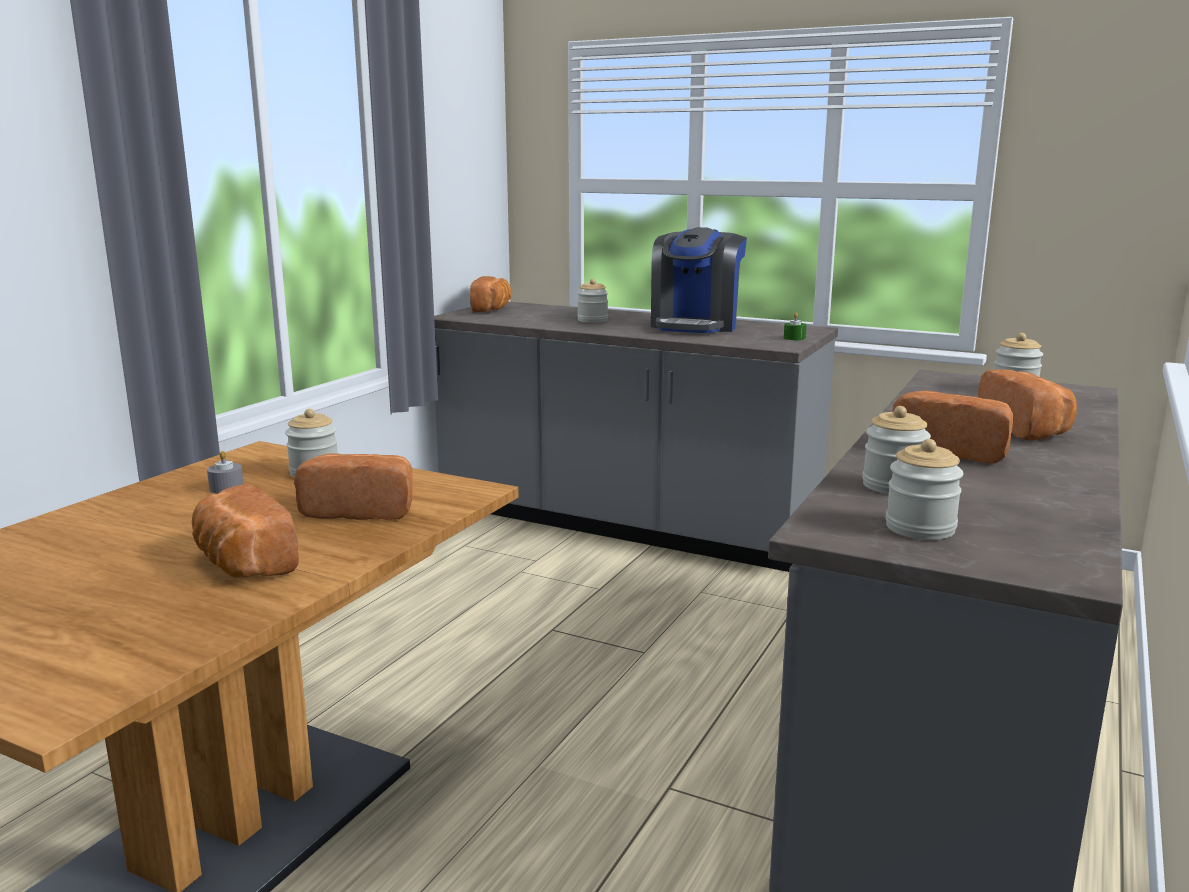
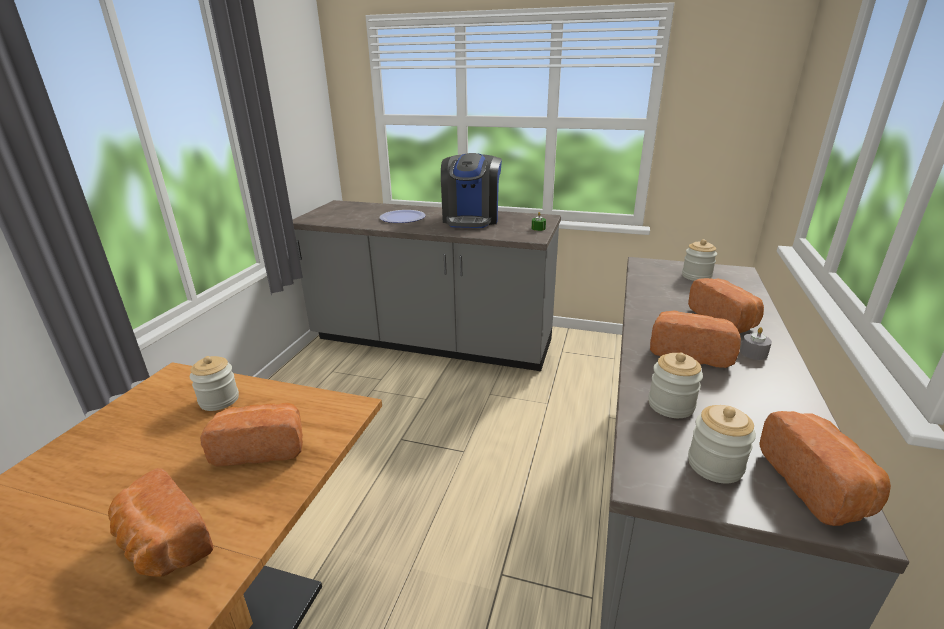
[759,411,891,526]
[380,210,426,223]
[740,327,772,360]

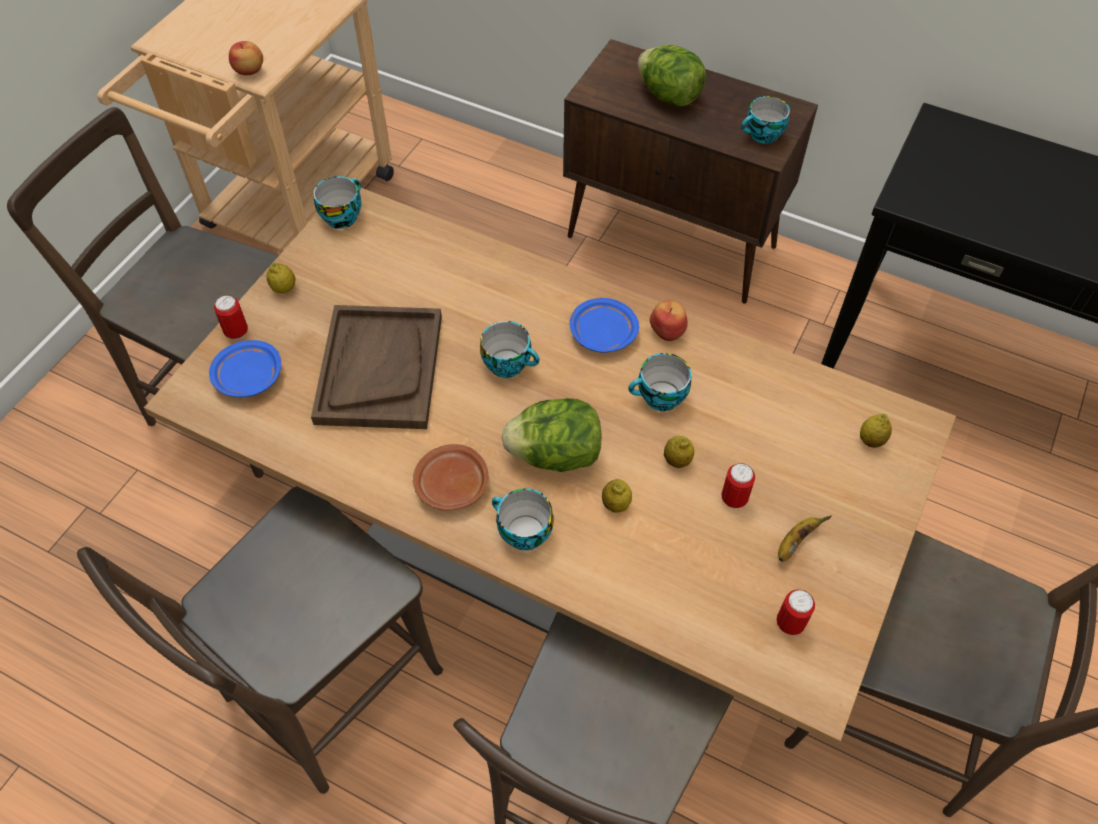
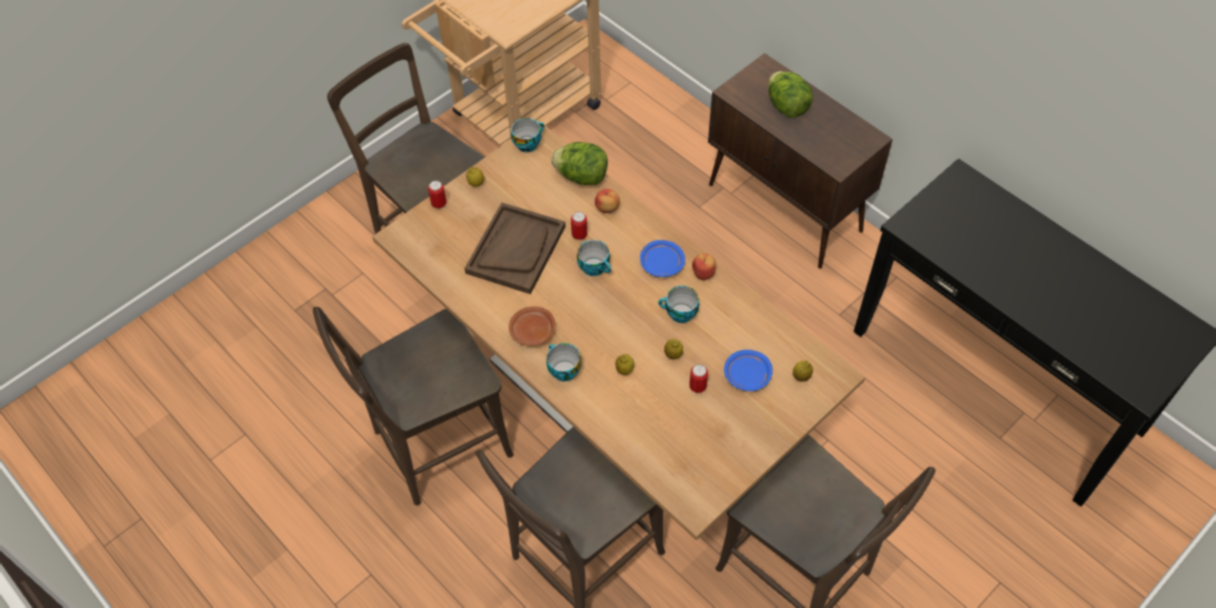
[595,189,620,213]
[741,96,790,144] (first image)
[724,350,773,391]
[551,142,608,185]
[778,516,831,561] (first image)
[571,212,587,240]

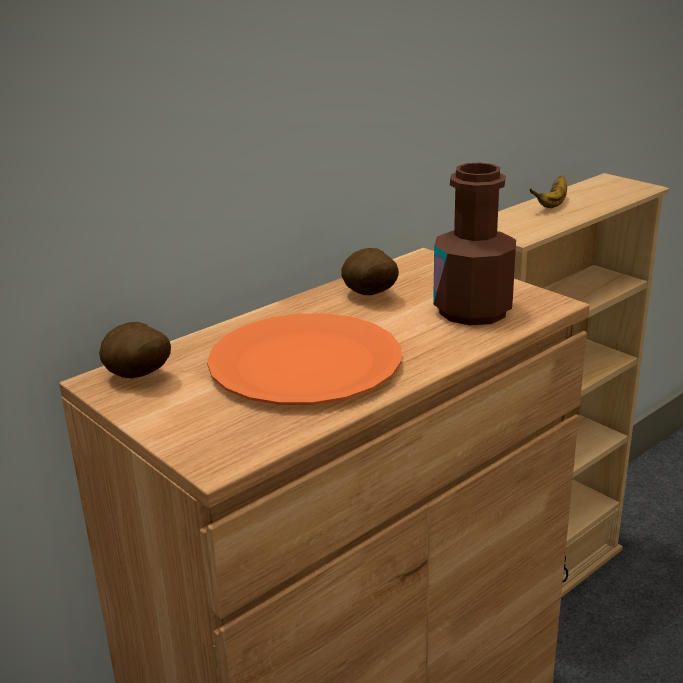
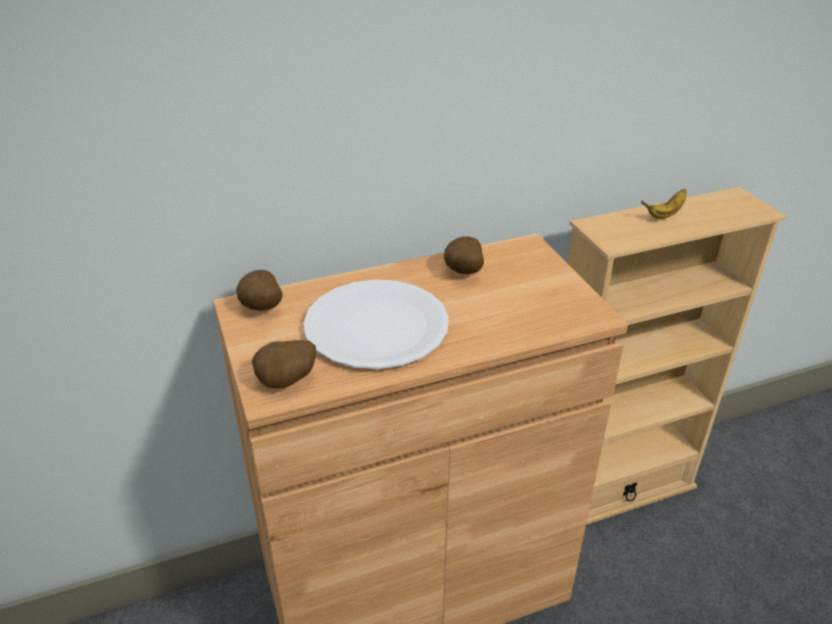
[433,162,516,326] (first image)
[303,280,449,369]
[252,340,316,388]

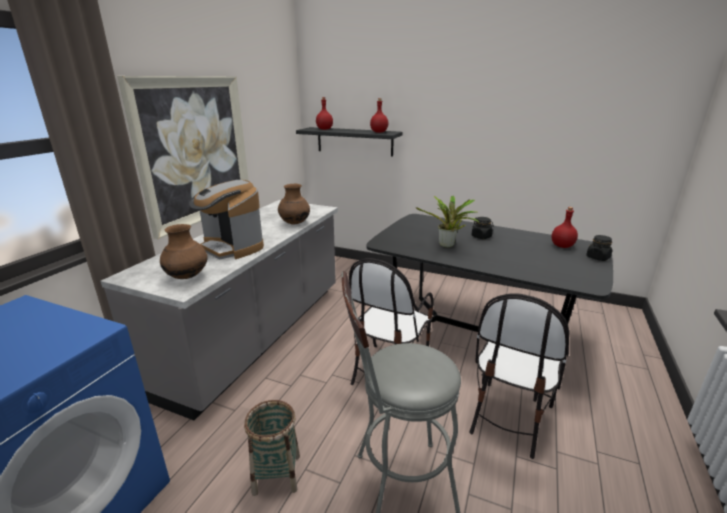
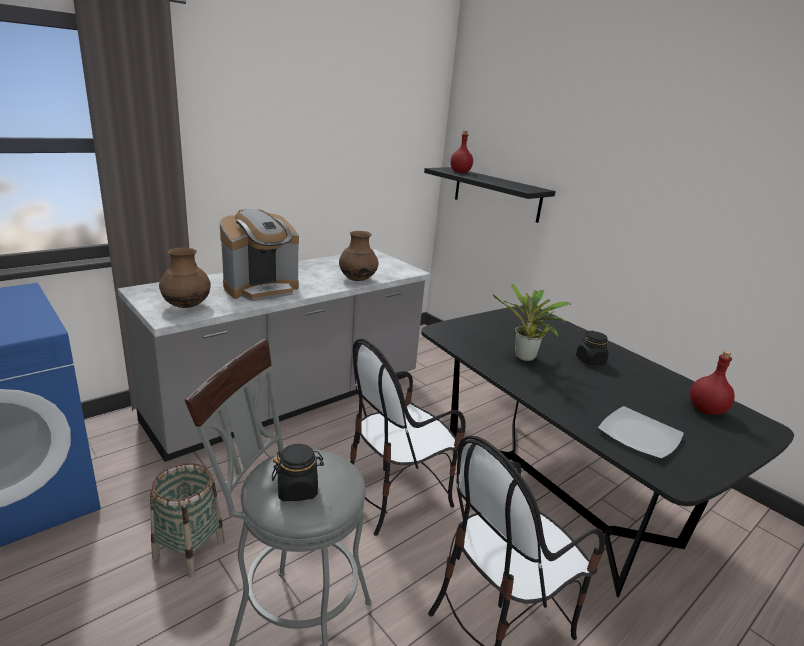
[117,76,249,239] (first image)
[370,98,389,133] (first image)
[220,209,299,301]
[272,444,324,501]
[598,406,684,459]

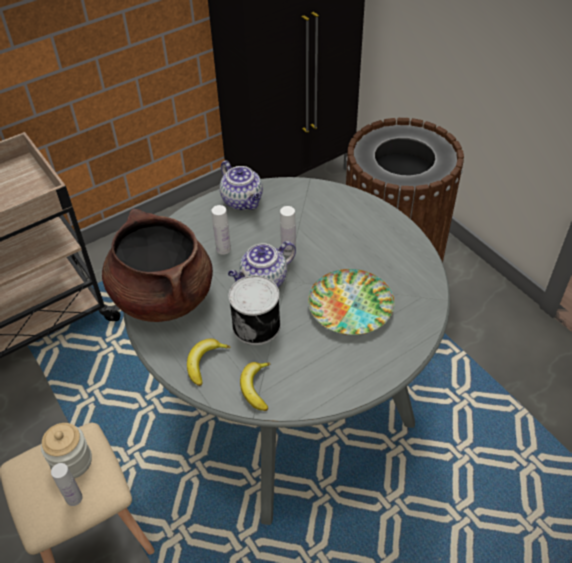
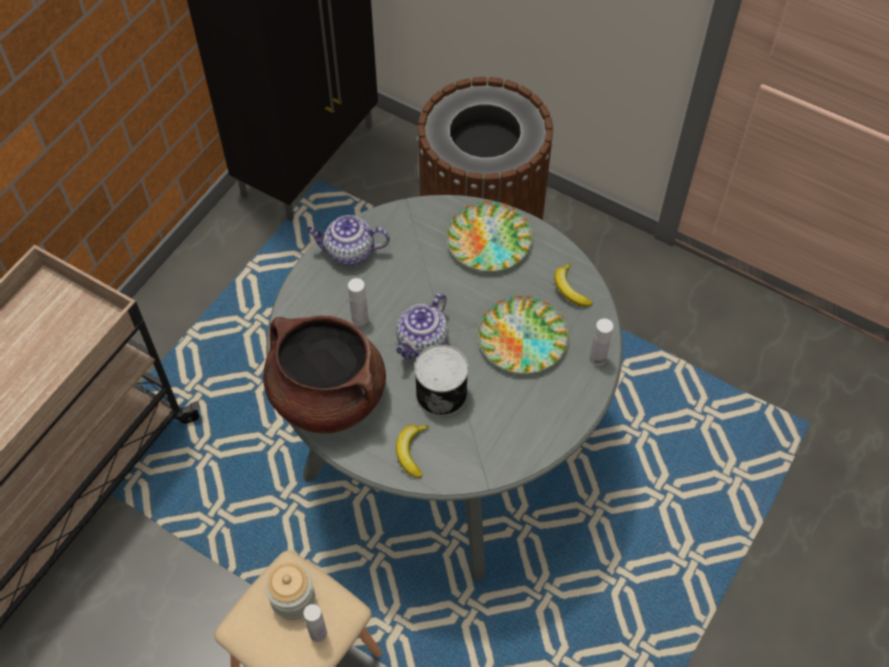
[306,215,390,266]
[589,319,613,366]
[554,263,592,307]
[446,201,533,271]

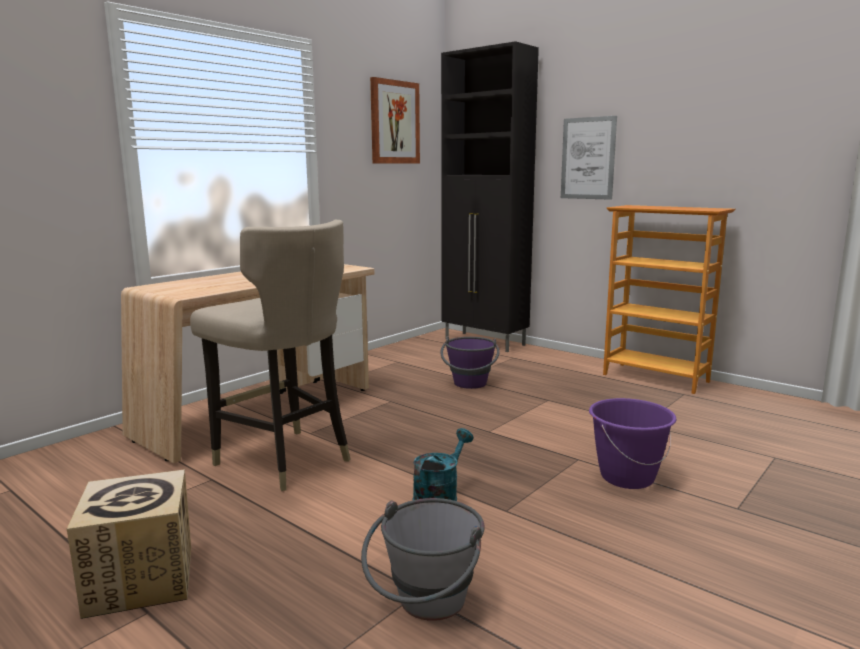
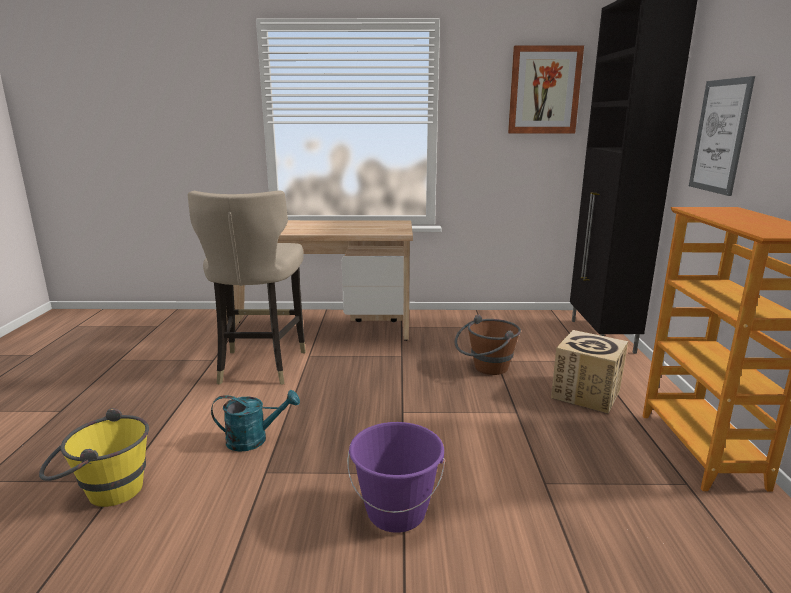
[455,315,521,375]
[551,330,628,414]
[39,408,149,507]

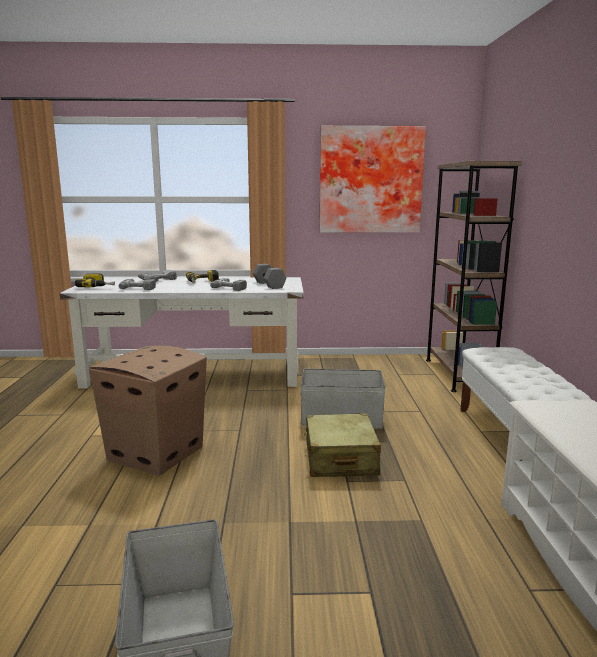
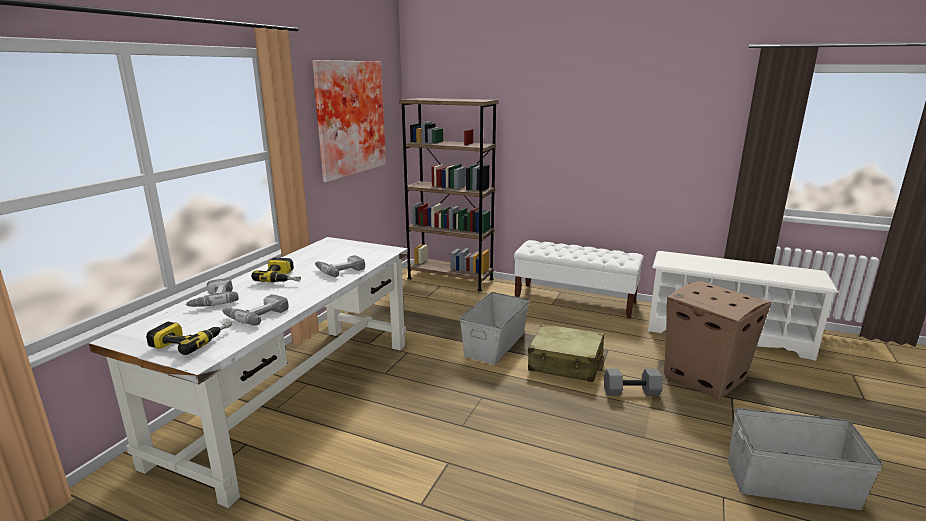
[604,369,663,396]
[664,281,771,400]

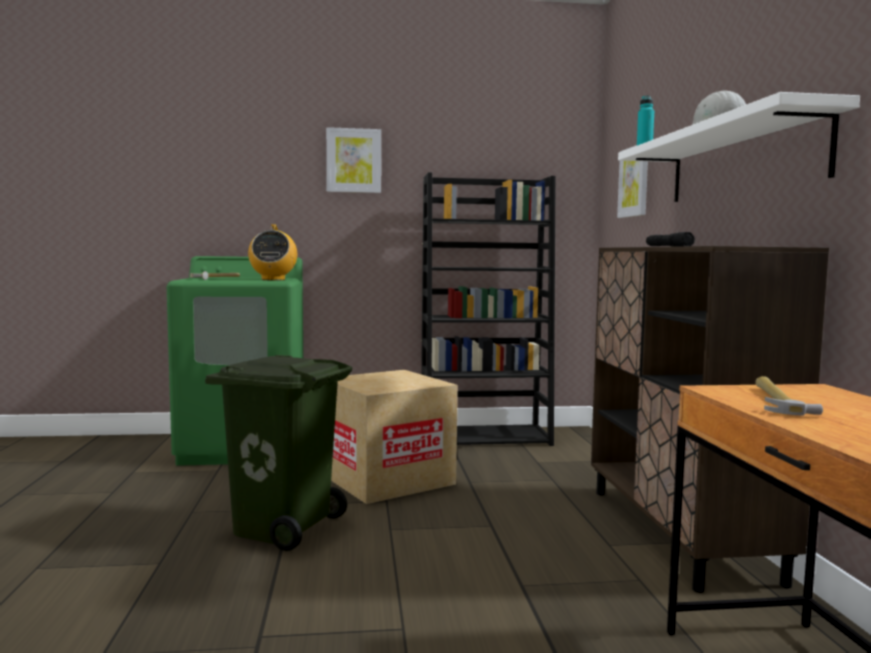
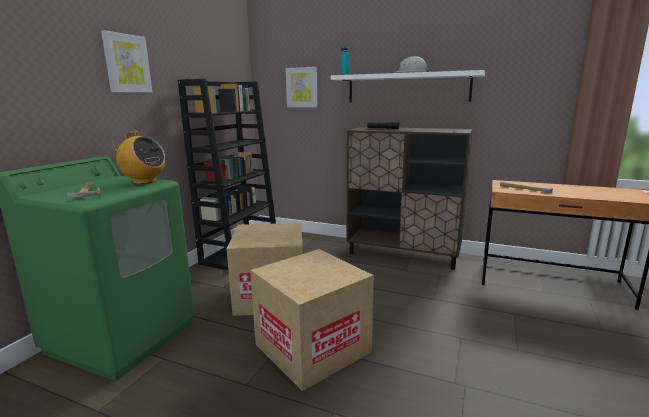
[250,249,374,391]

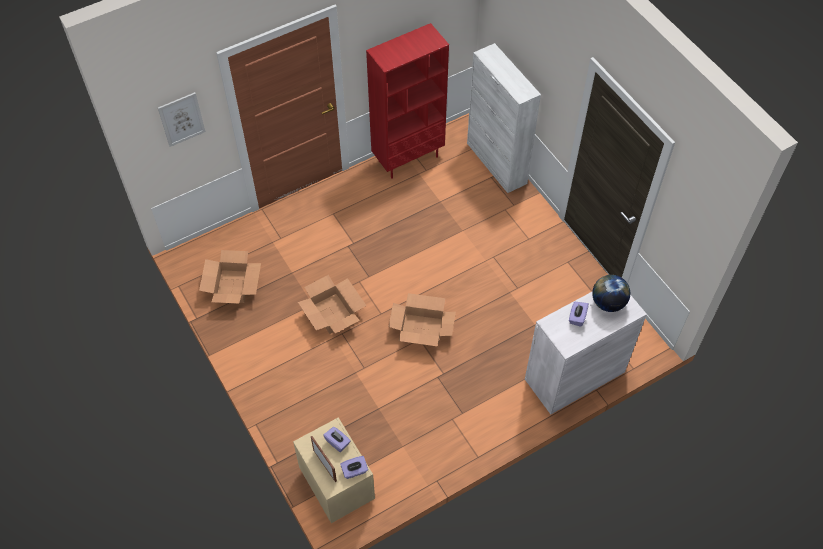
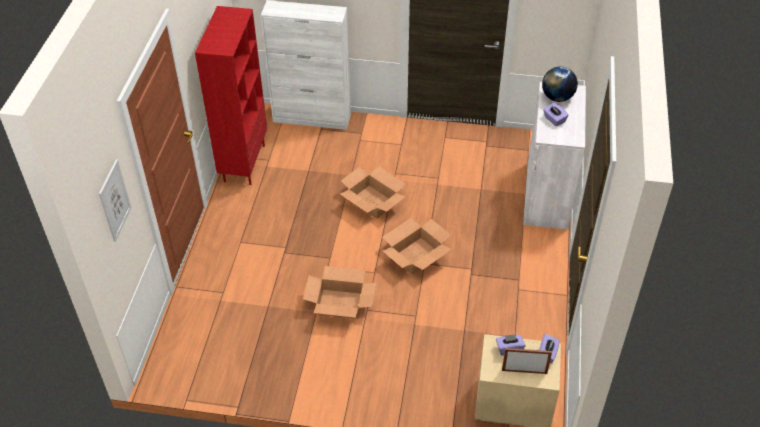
[340,166,406,219]

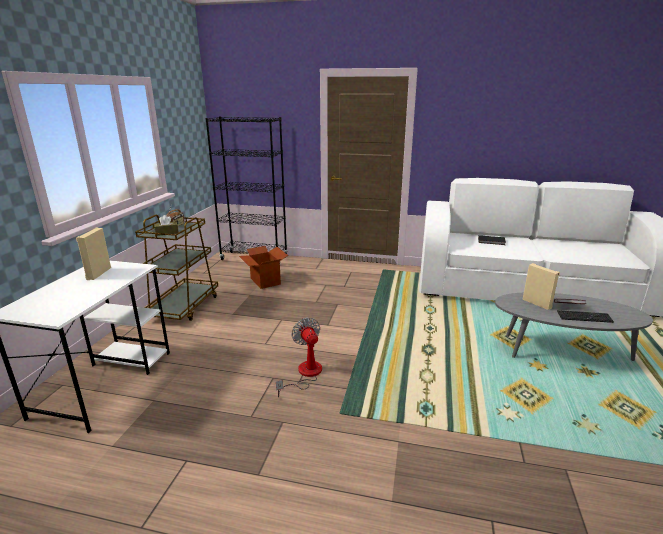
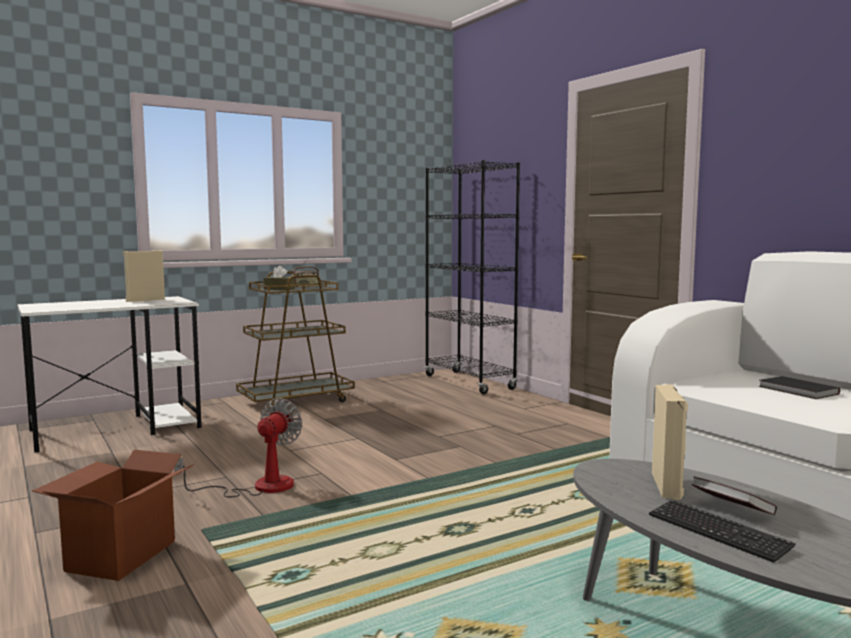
[32,450,194,581]

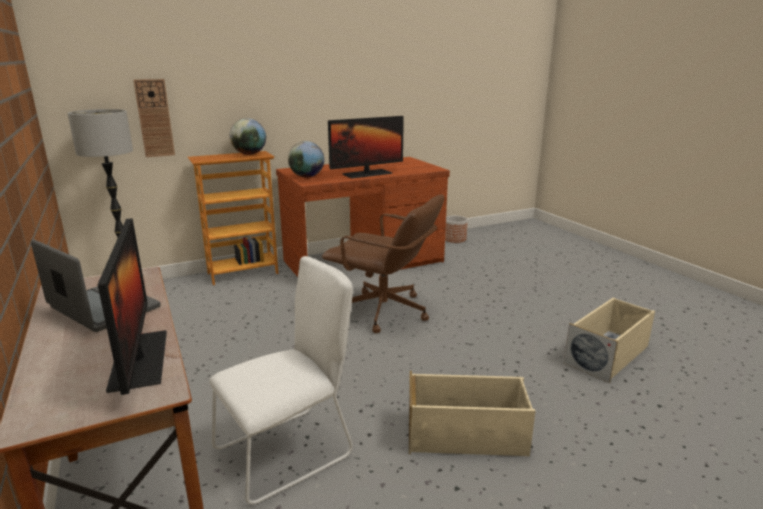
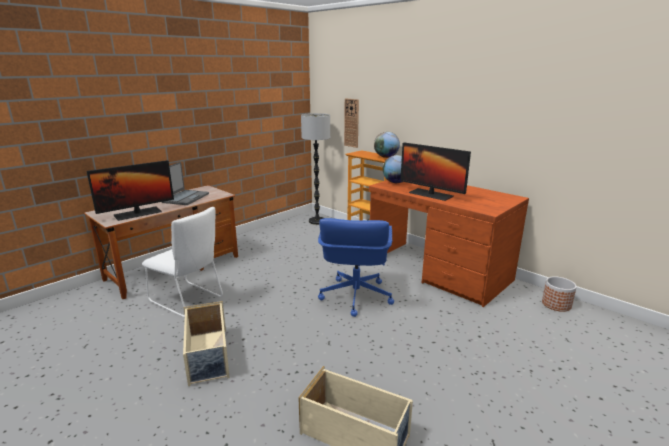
[318,218,394,317]

